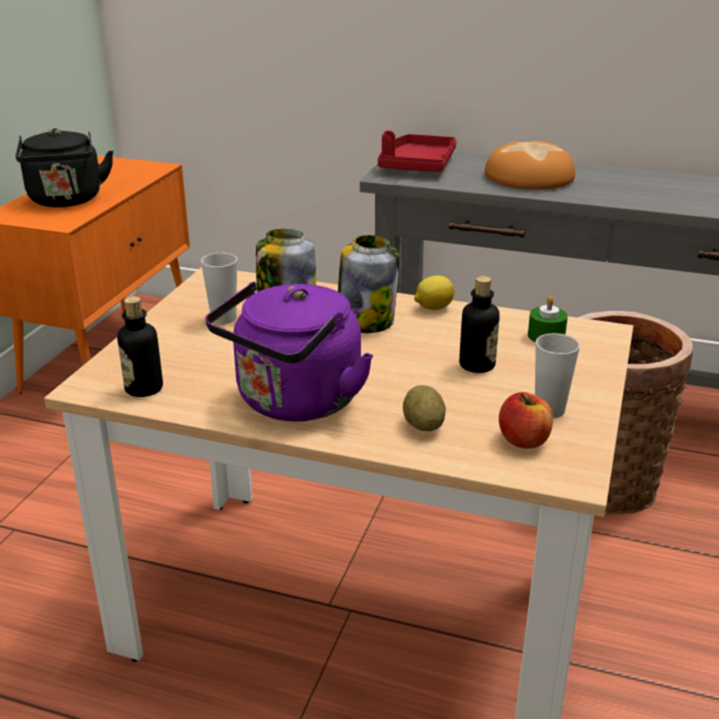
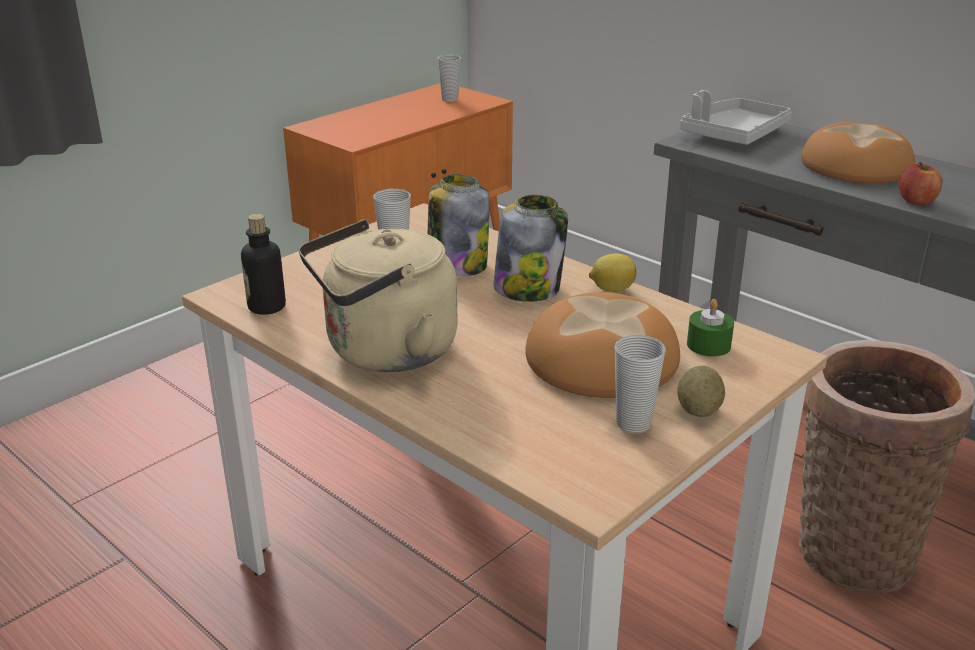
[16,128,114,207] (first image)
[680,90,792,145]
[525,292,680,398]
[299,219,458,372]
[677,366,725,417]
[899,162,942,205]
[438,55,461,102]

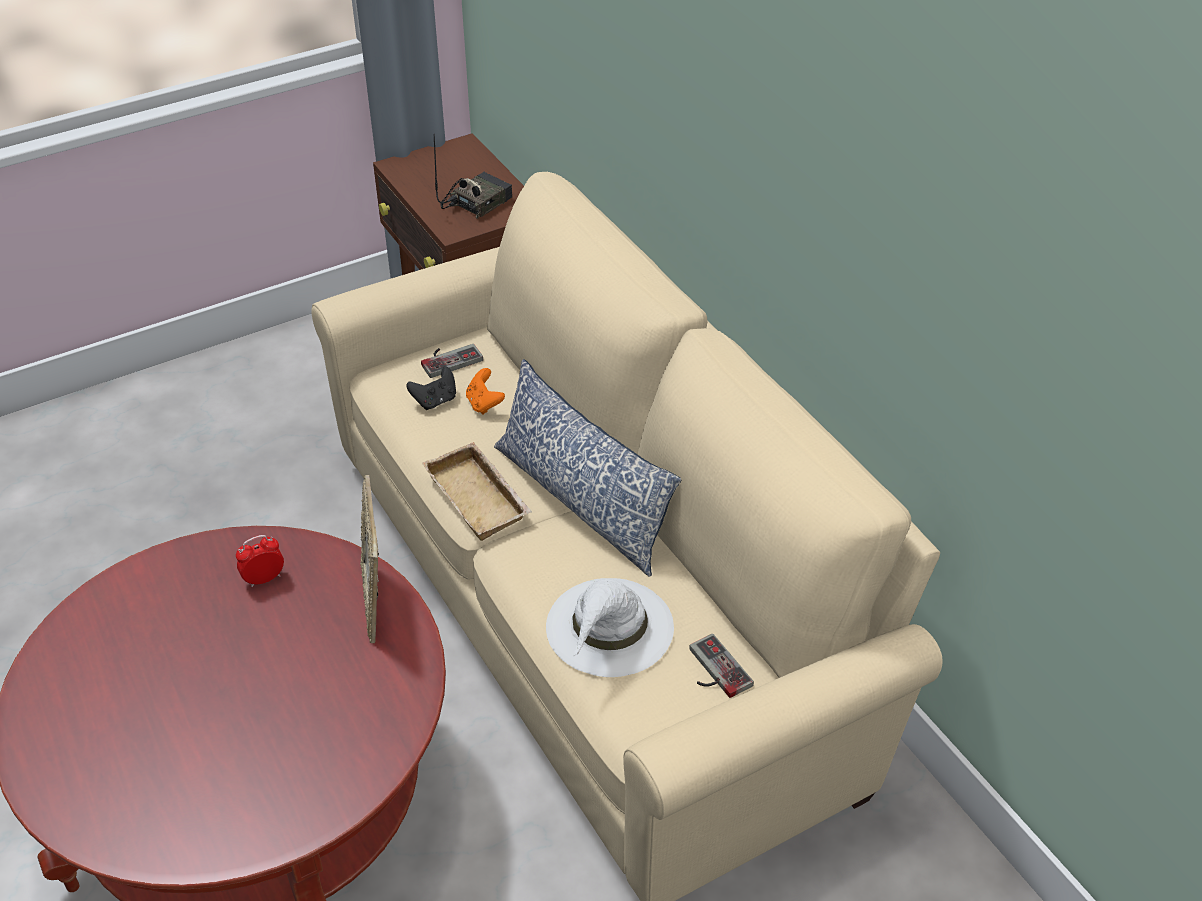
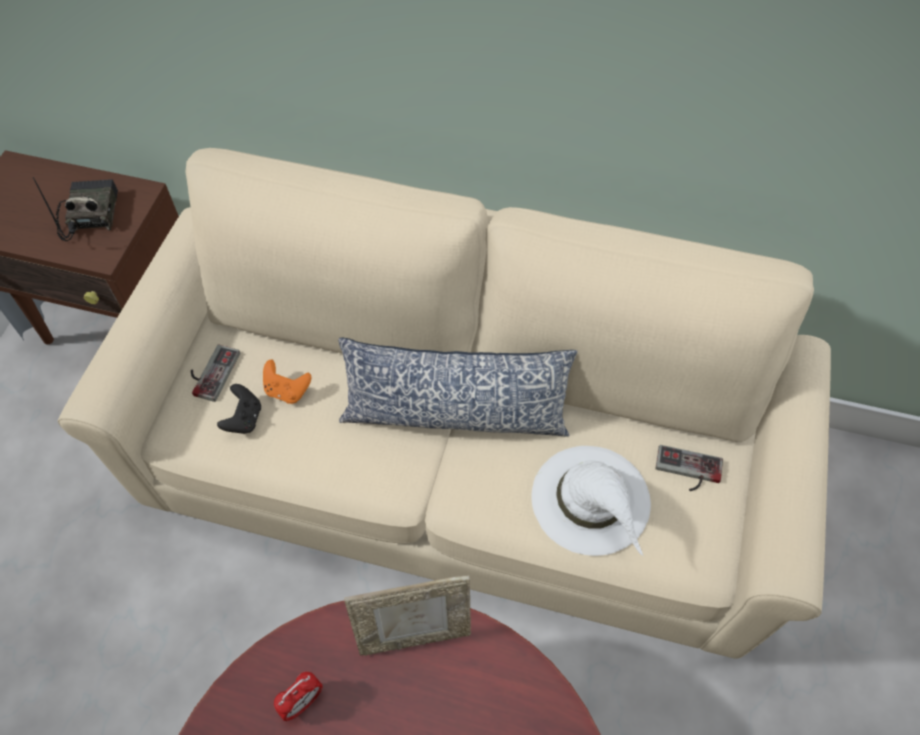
[422,442,532,541] (first image)
[344,575,471,656]
[274,672,323,721]

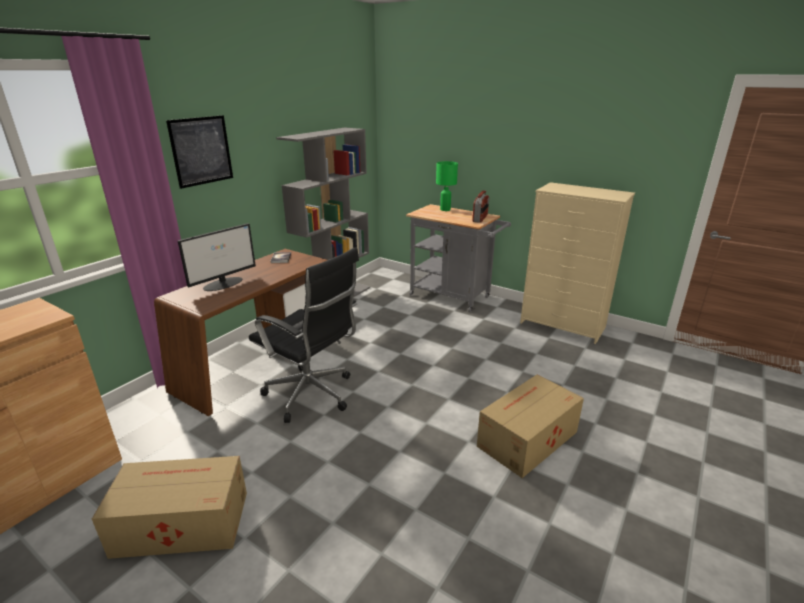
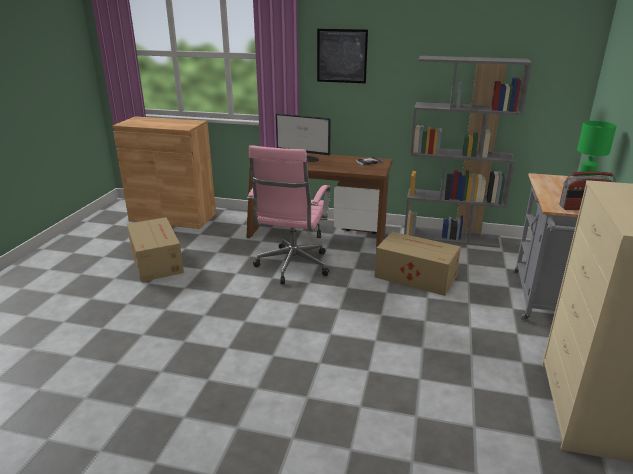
[247,145,330,284]
[375,232,461,296]

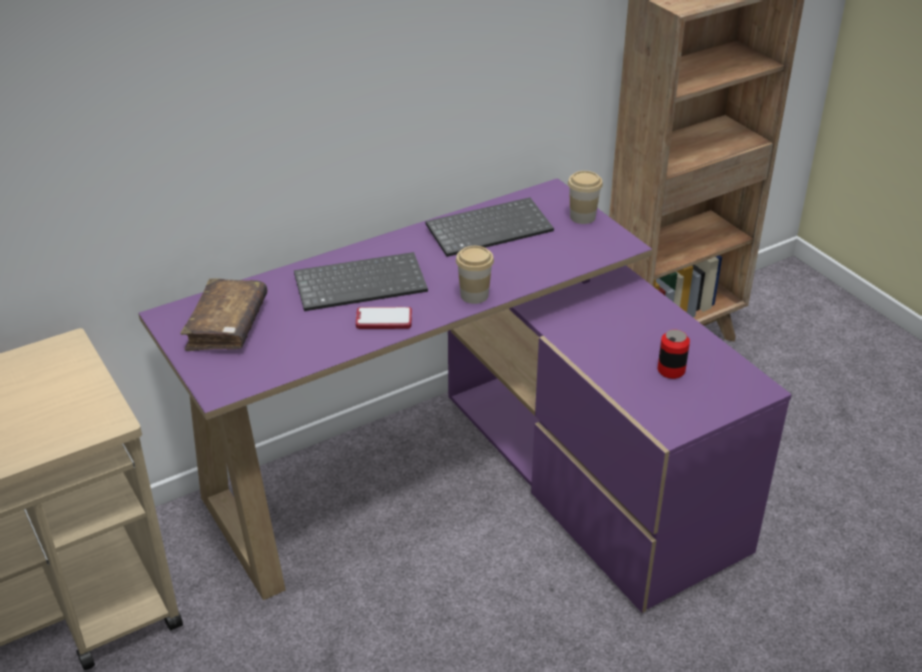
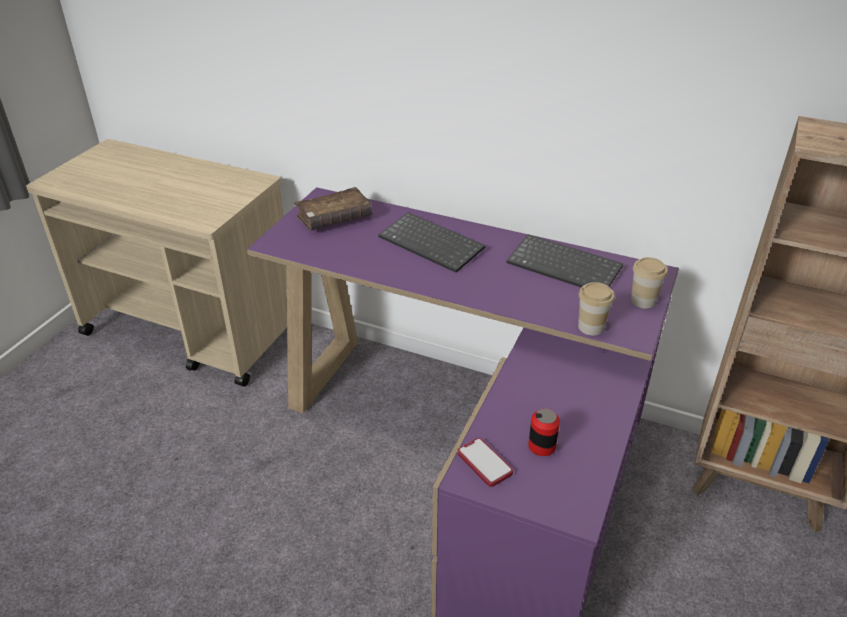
[578,282,615,335]
[457,438,513,487]

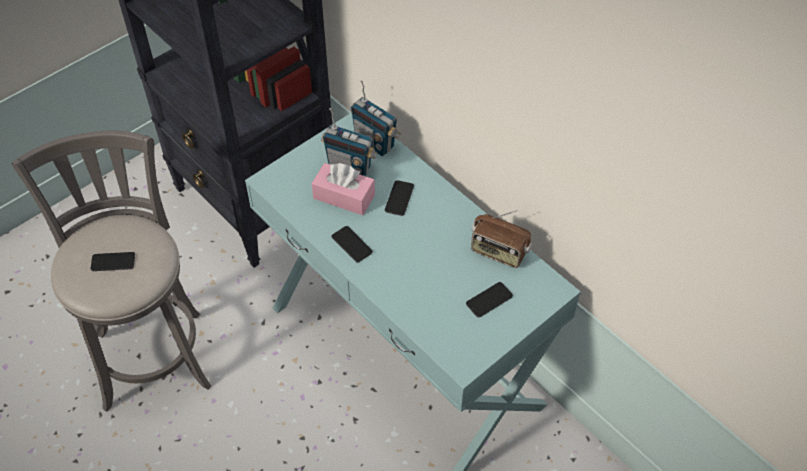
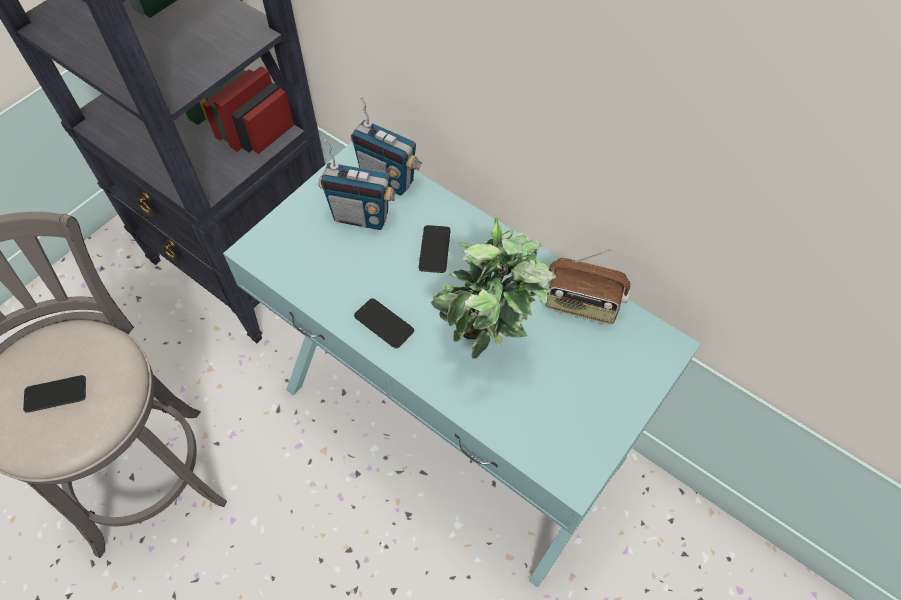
[312,163,375,215] (first image)
[466,282,513,317] (first image)
[431,216,556,359]

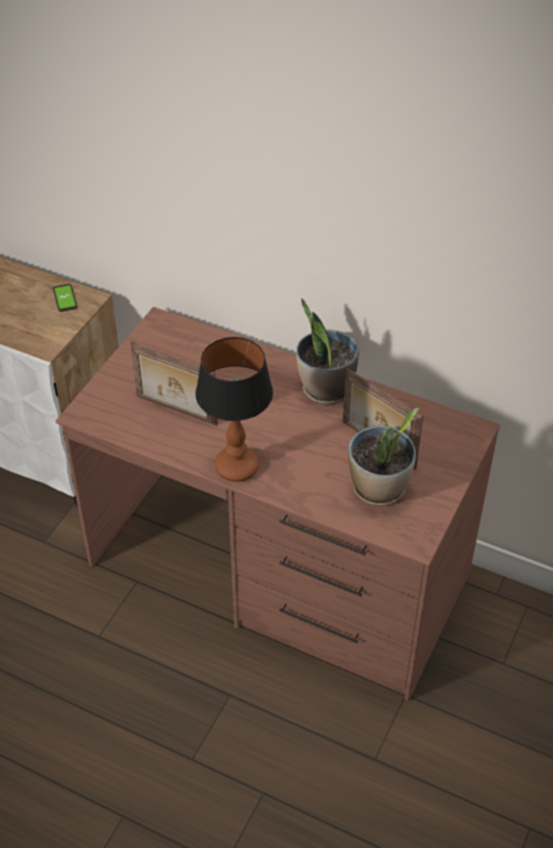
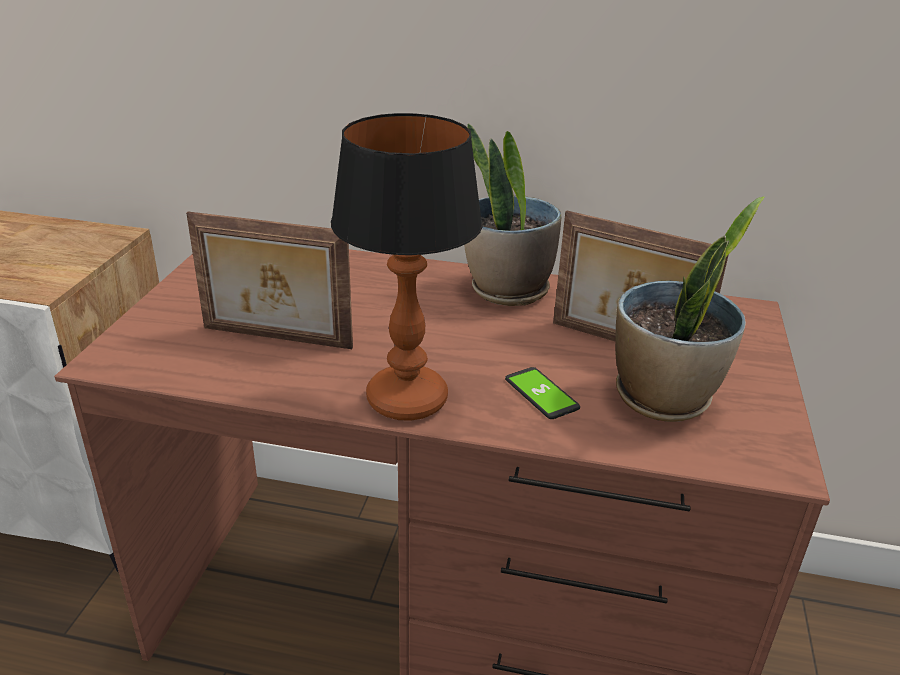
[505,367,580,419]

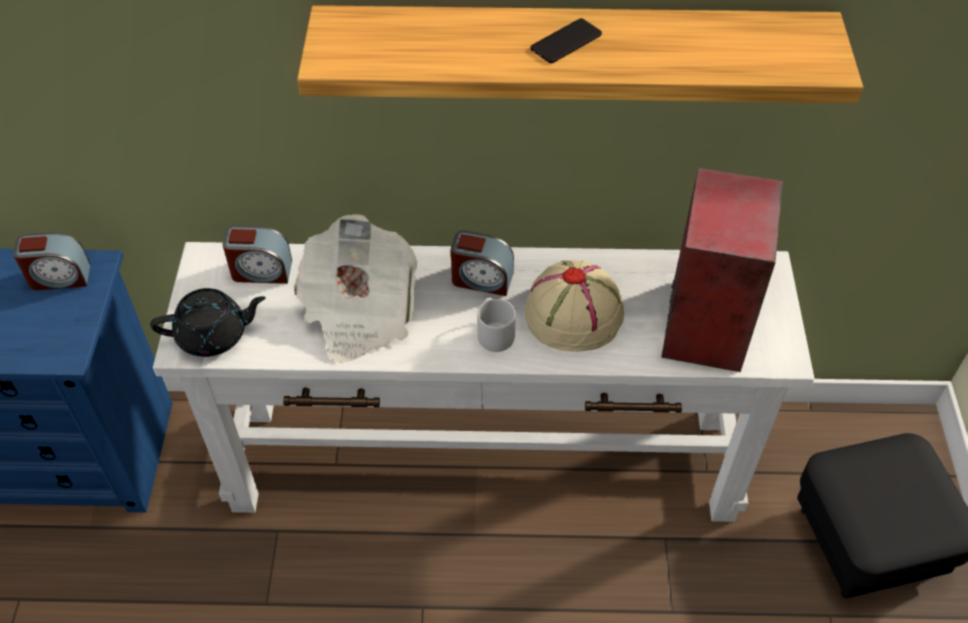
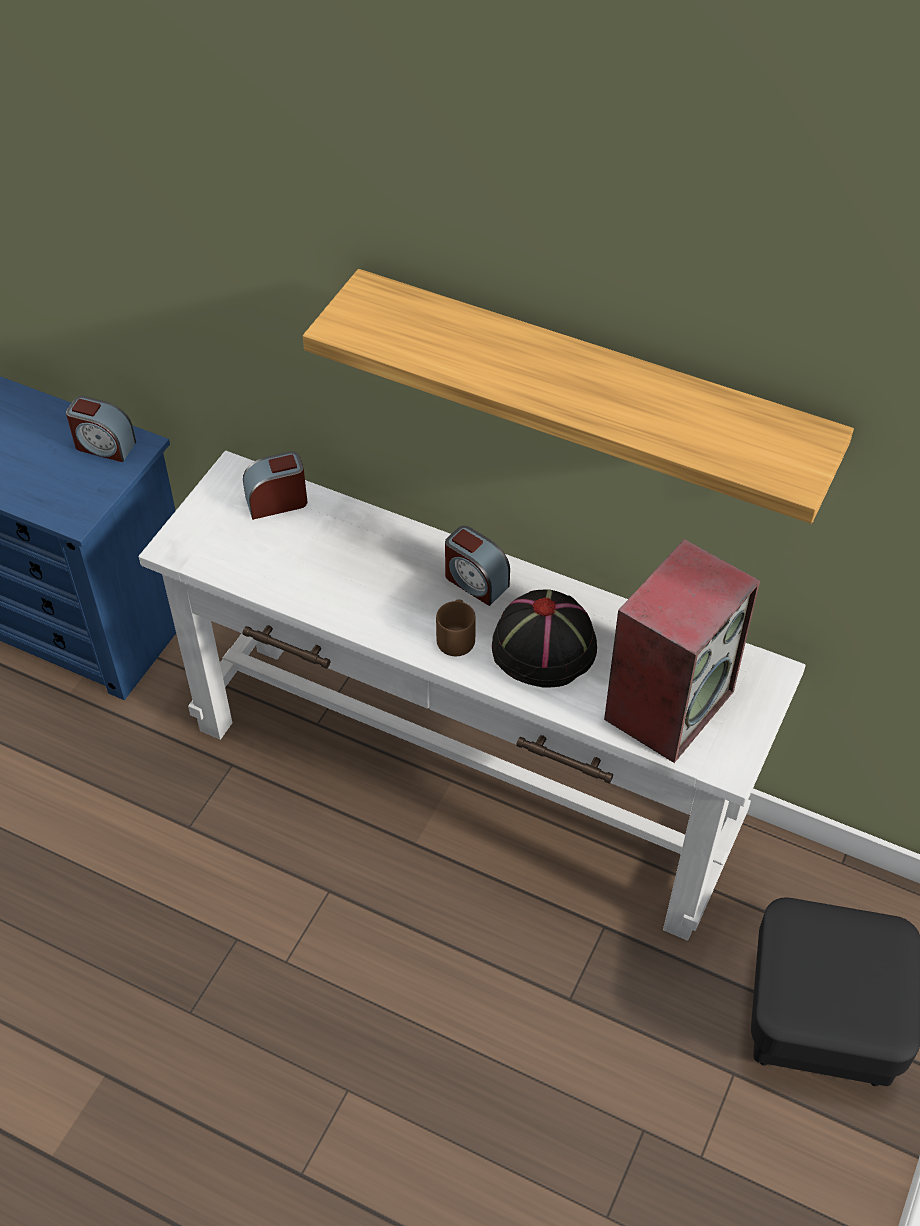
[531,18,602,63] (first image)
[293,214,417,363] (first image)
[243,451,307,520]
[492,589,597,688]
[150,288,266,357] (first image)
[436,599,476,656]

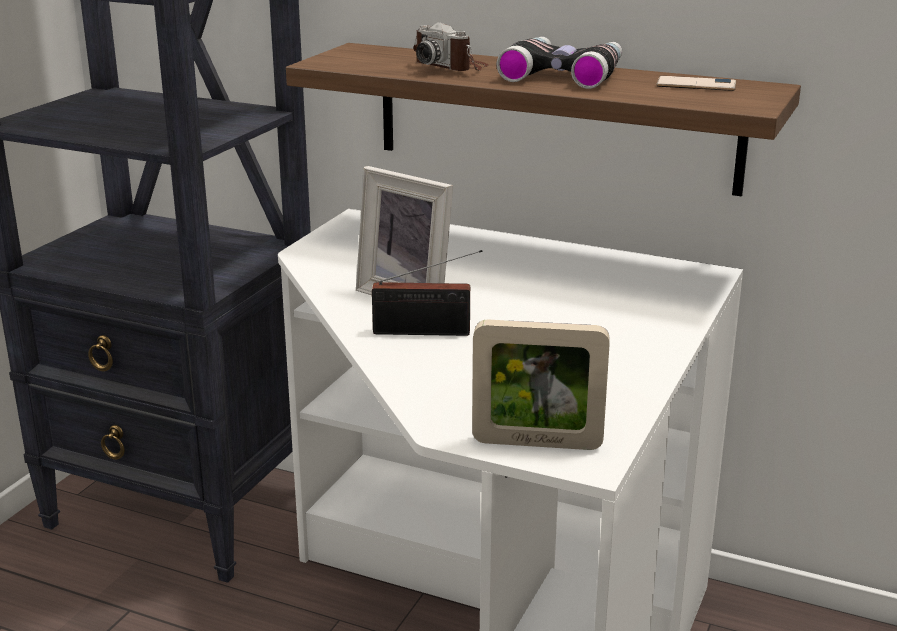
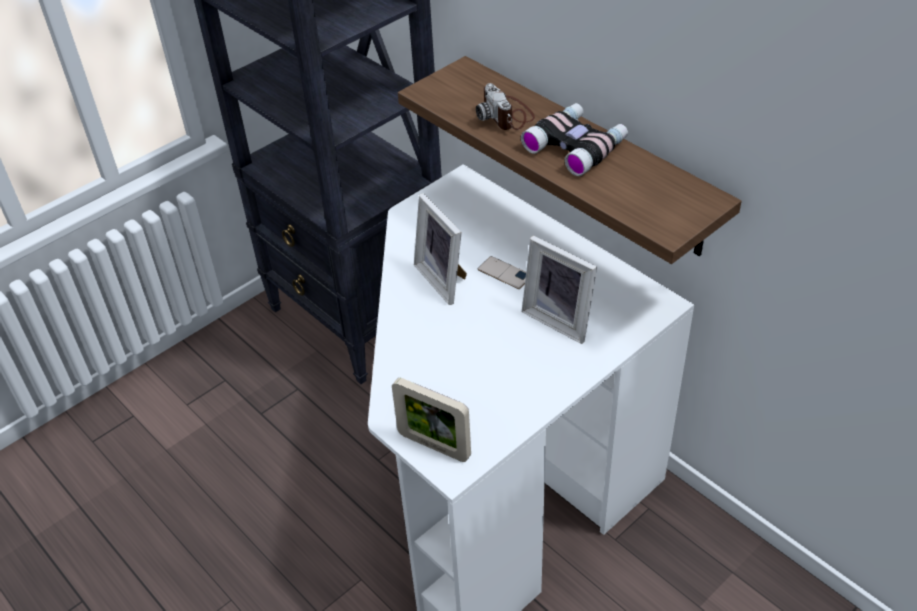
[477,256,526,289]
[372,250,483,336] (first image)
[522,235,597,344]

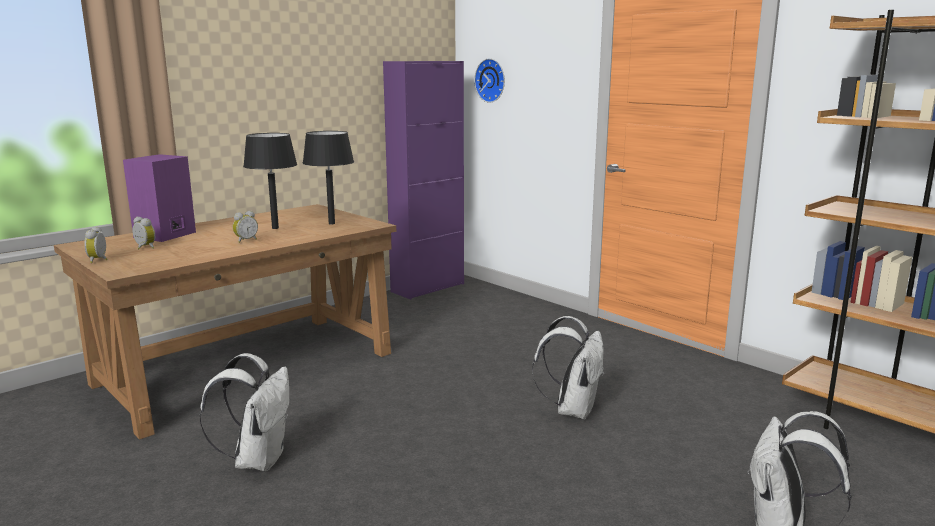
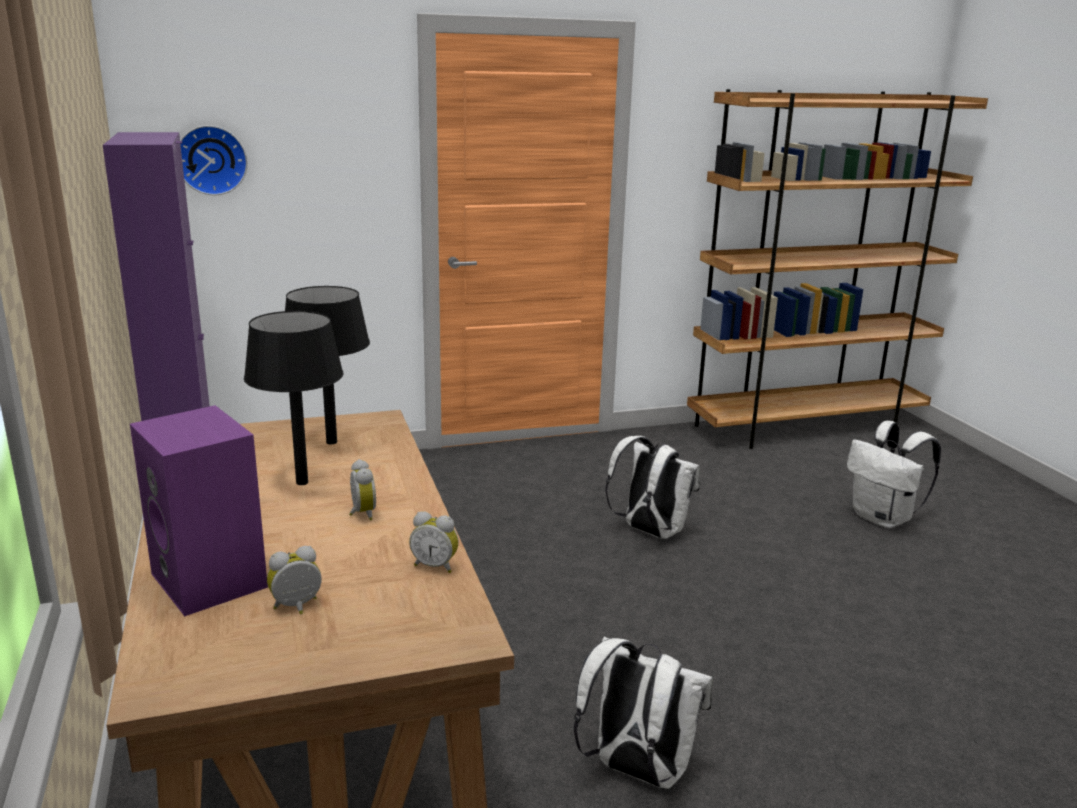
[409,511,459,573]

